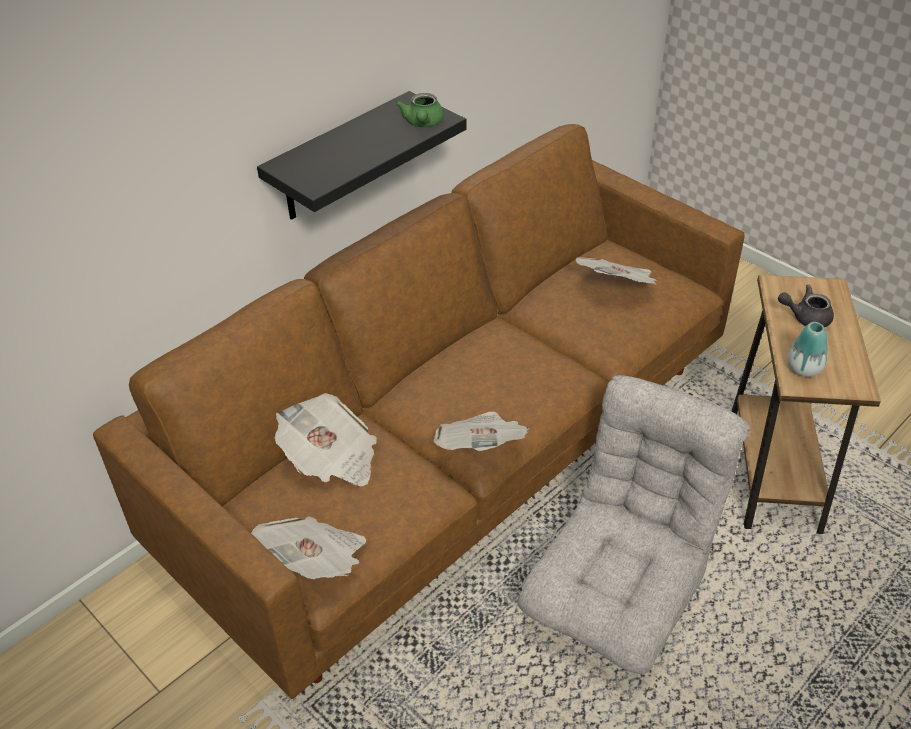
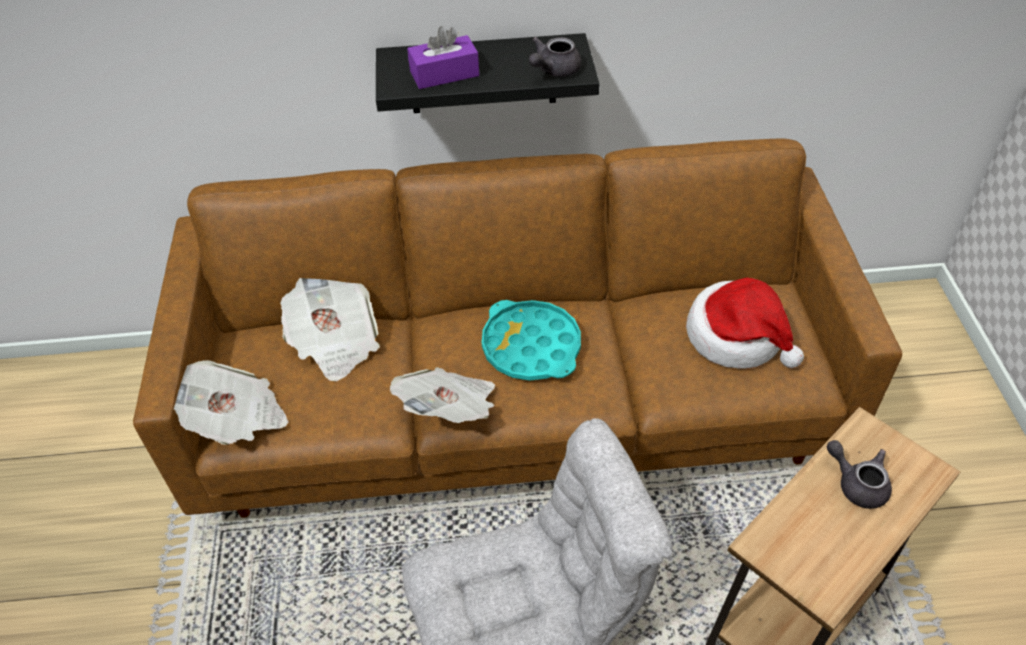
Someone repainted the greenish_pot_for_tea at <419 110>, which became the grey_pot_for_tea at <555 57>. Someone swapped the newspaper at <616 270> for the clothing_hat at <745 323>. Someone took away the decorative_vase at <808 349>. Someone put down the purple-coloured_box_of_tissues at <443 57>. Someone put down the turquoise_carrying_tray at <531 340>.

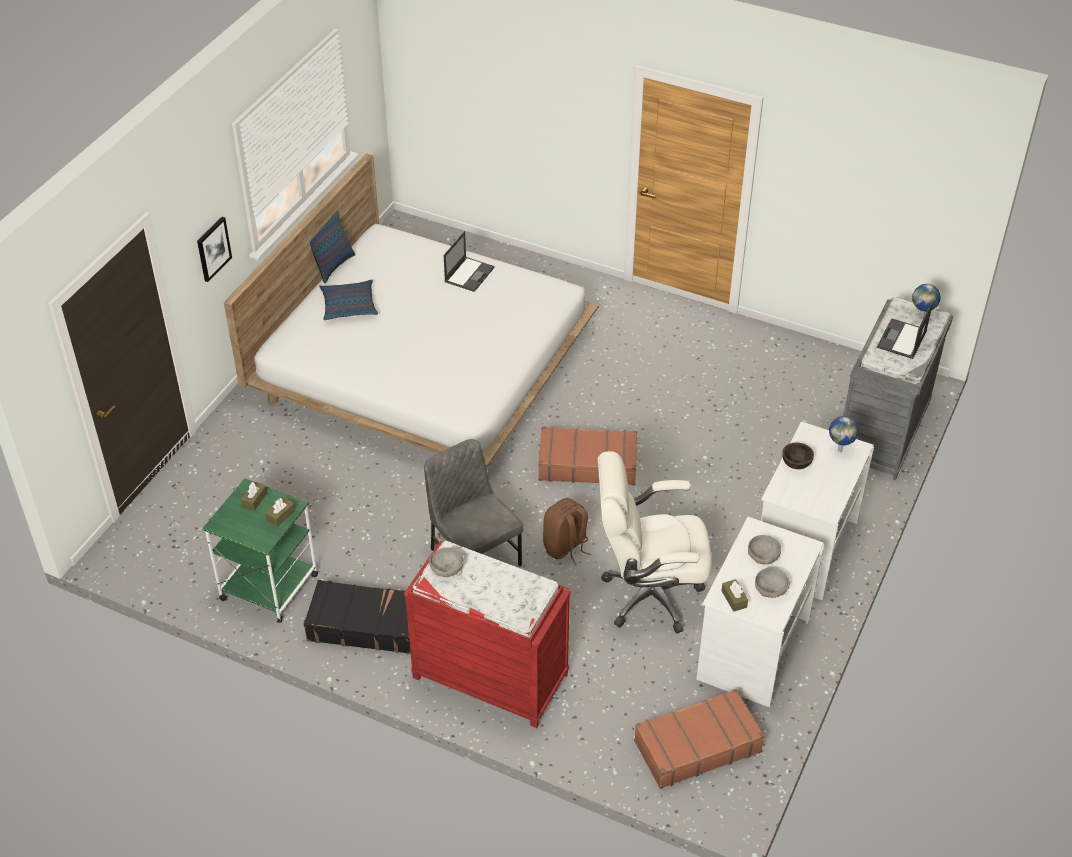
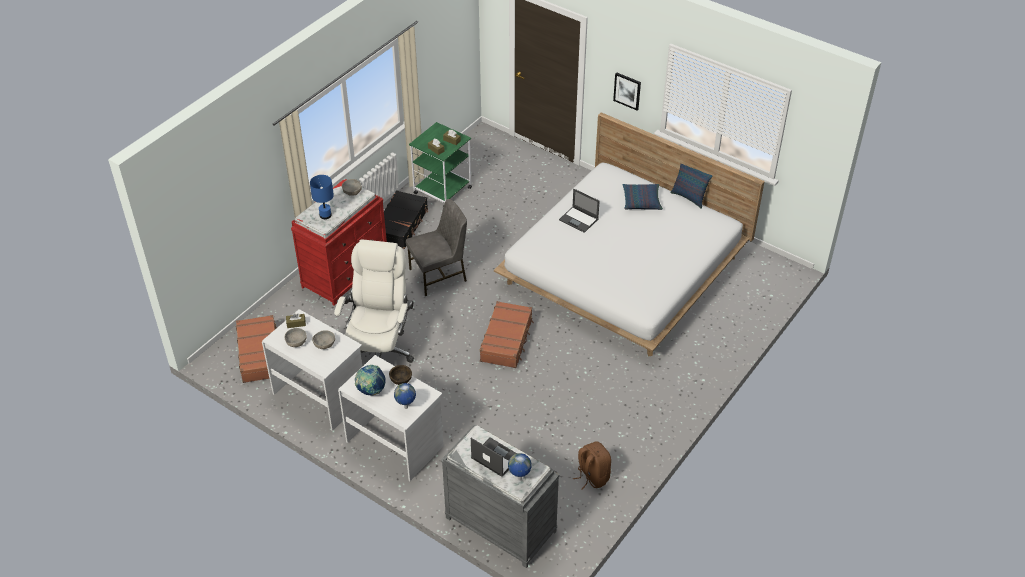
Someone carried the laptop from <469 261> to <579 211>. Someone carried the brown-coloured_rucksack from <567 532> to <592 465>. Someone put down the blue-coloured_tabletop_lamp at <322 197>. Someone put down the desk_globe at <370 380>.

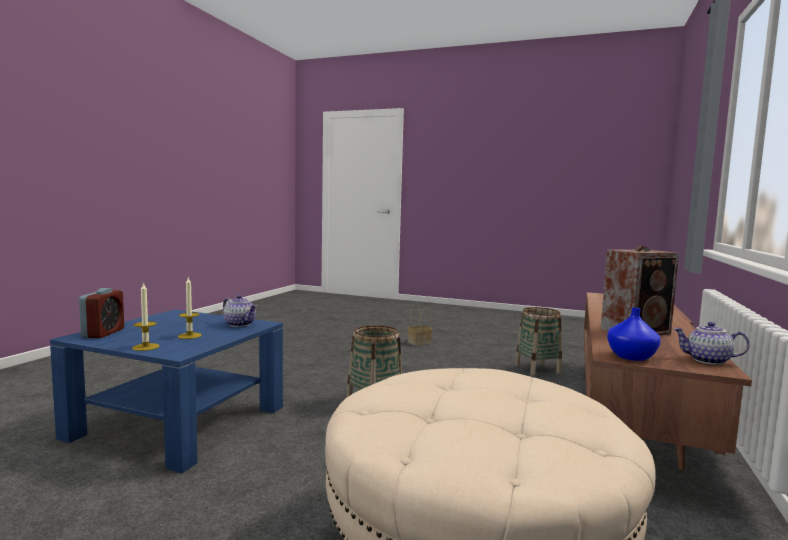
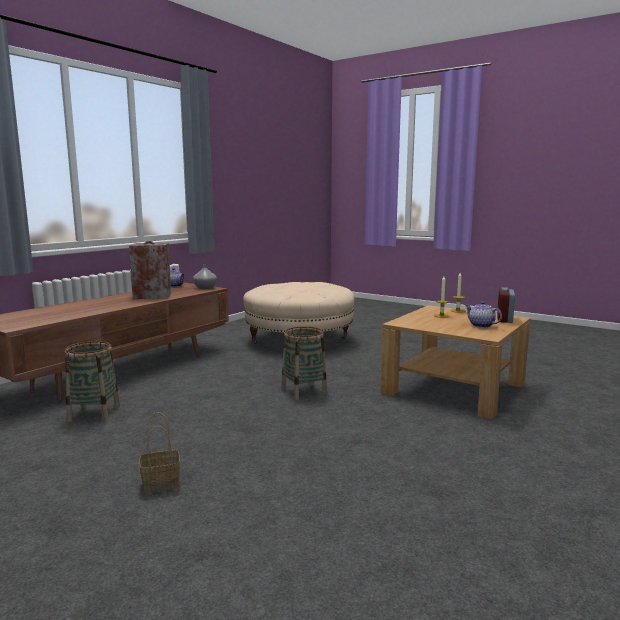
Someone carried the pot_for_tea from <240 311> to <483 314>. Someone repainted the blue-coloured_decorative_vase at <634 334>, which became the grey_decorative_vase at <205 276>. Someone repainted the blue-coloured_low_table at <166 391>, which became the brown-coloured_low_table at <455 362>.

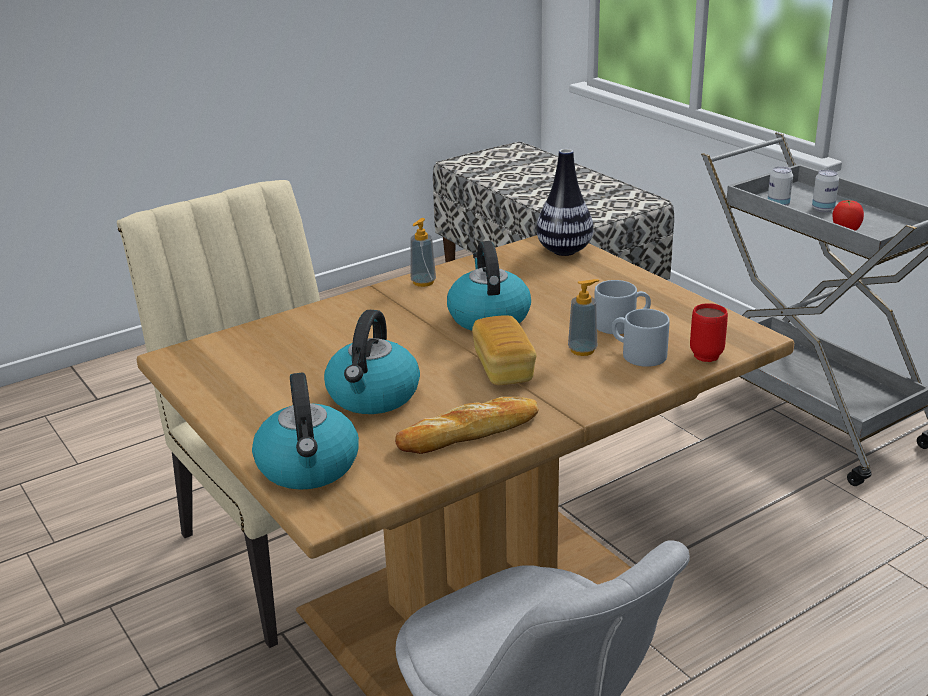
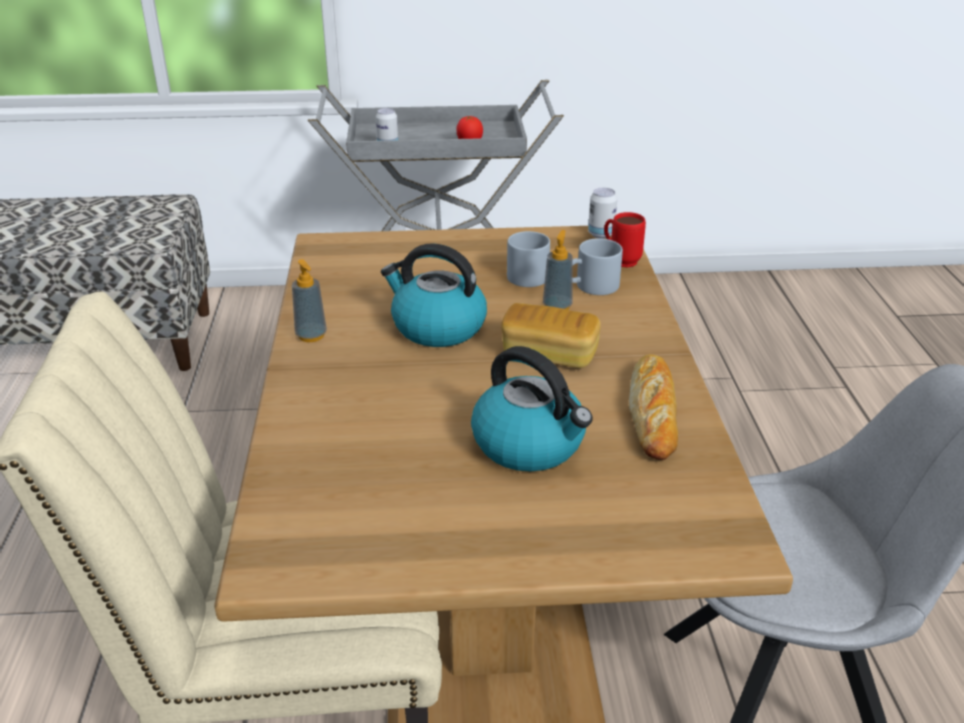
Someone took away the decorative_vase at <564 202>. Someone carried the metal_can from <825 191> to <602 213>. Someone took away the water_kettle at <305 431>.

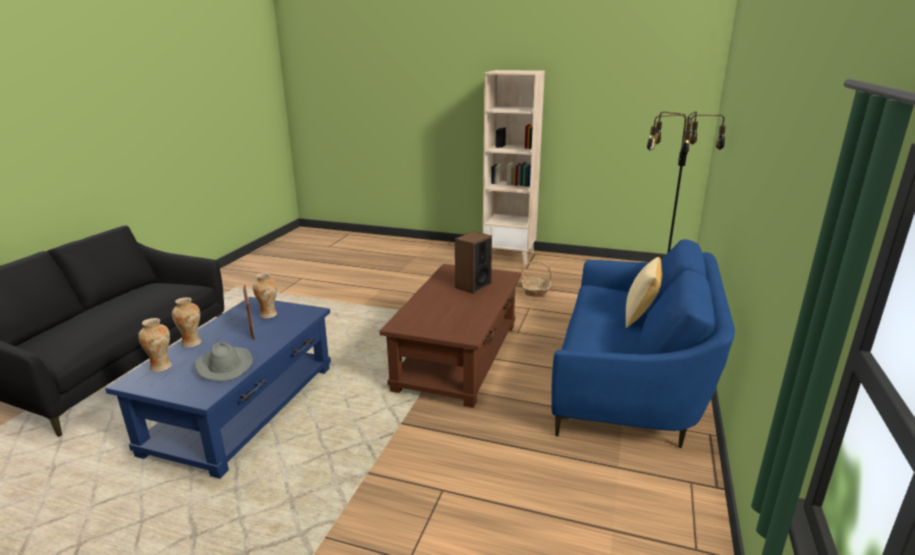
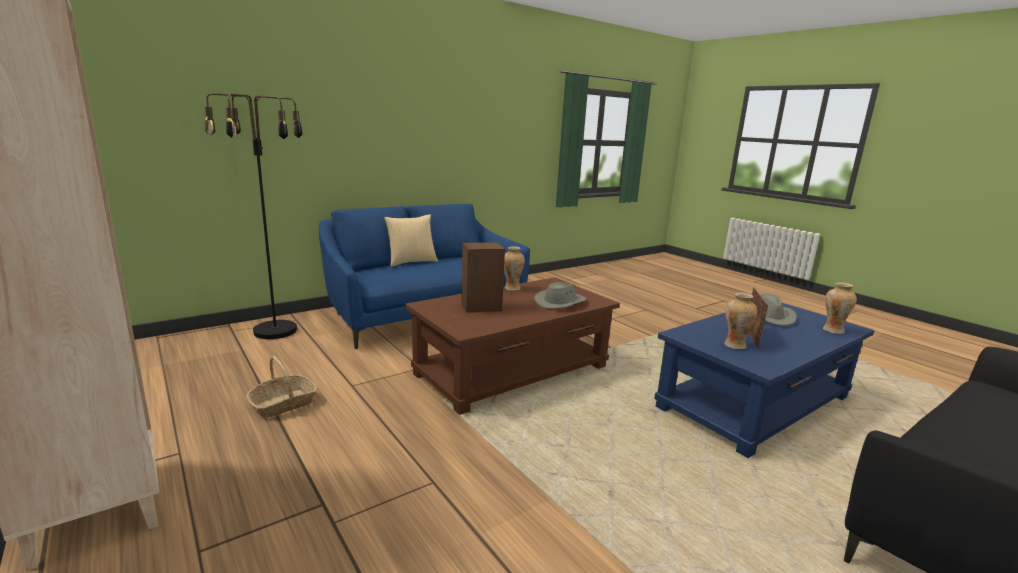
Someone carried the decorative_vase from <186 322> to <514 268>. Someone put down the grey_clothing_hat at <560 295>.

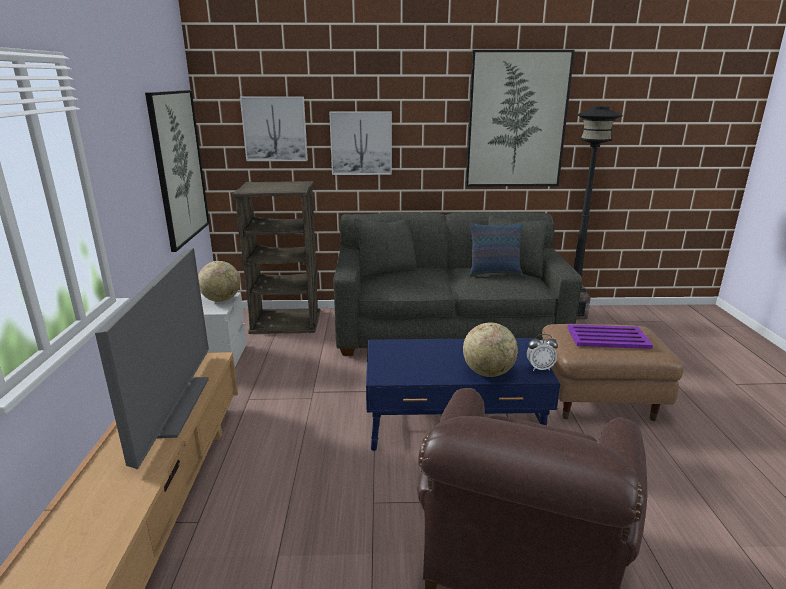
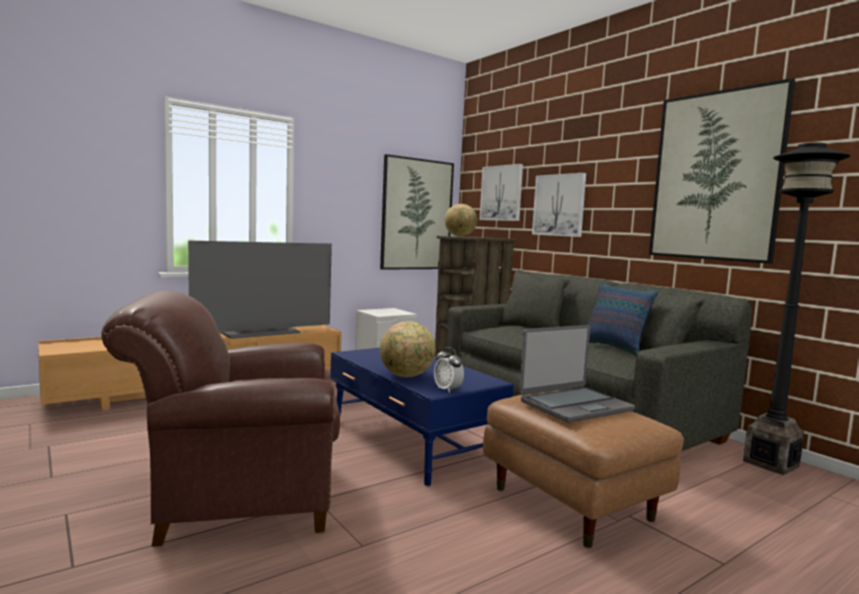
Someone carried the desk_globe from <219 281> to <461 220>. Someone swapped the purple-coloured_carrying_tray at <610 336> for the laptop at <577 374>.

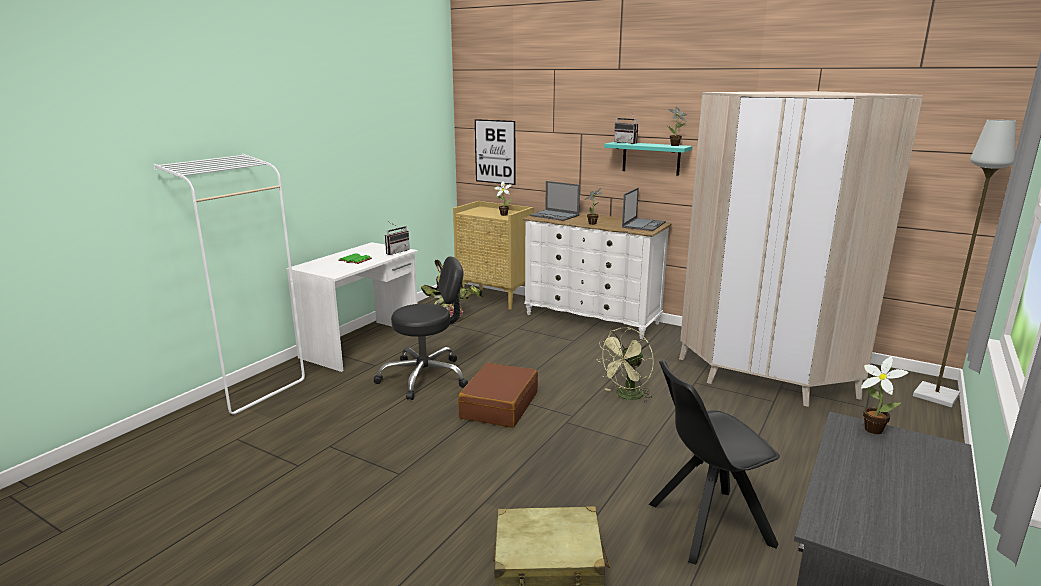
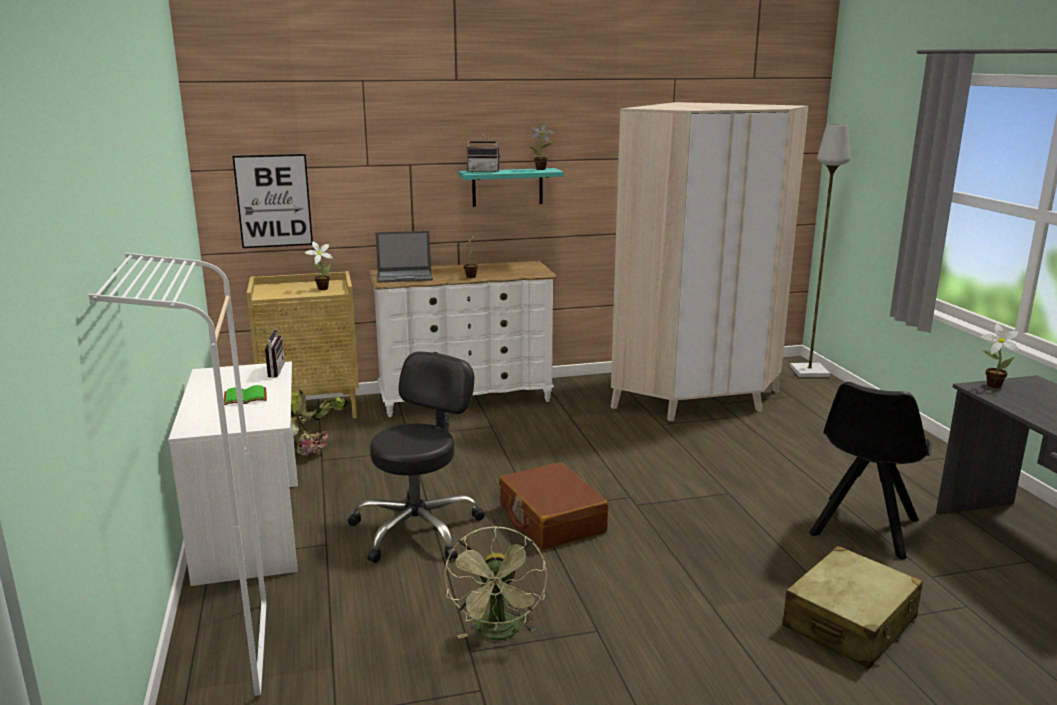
Someone took away the laptop at <644 209>. Someone carried the greenish_fan from <625 365> to <495 583>.

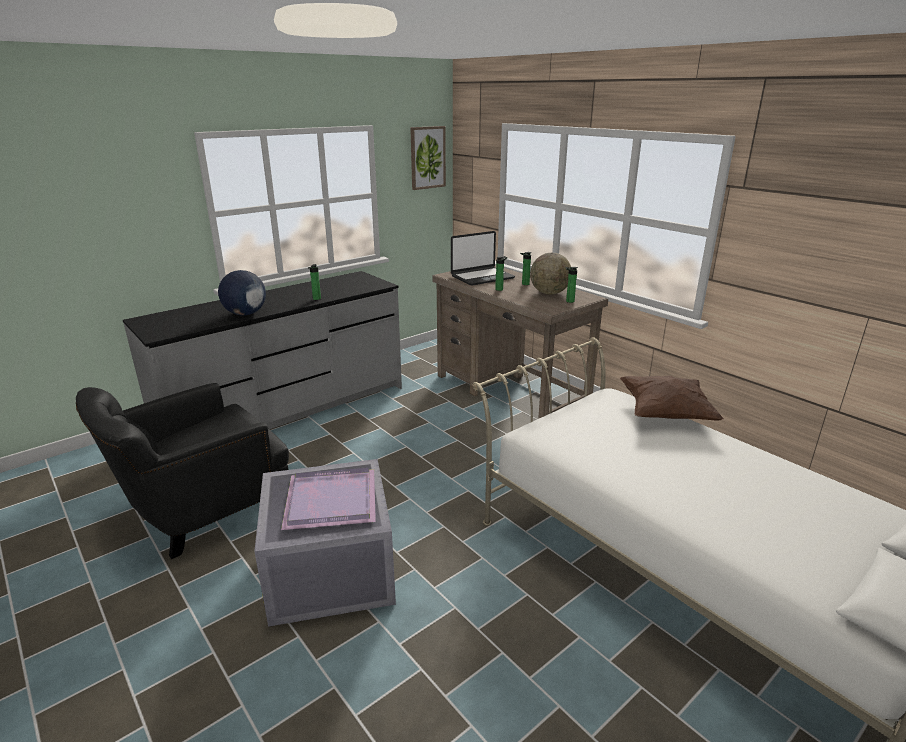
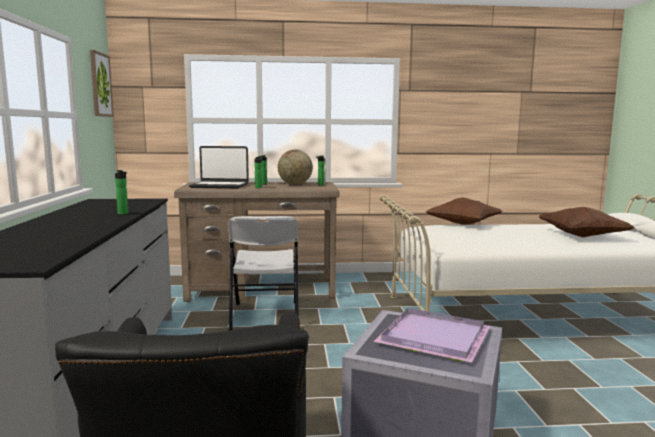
Someone rotated the laptop at <483 258> by 90 degrees clockwise. Someone took away the desk_globe at <242 293>. Someone put down the brown-coloured_cushion at <586 222>. Someone put down the white_chair at <263 273>.

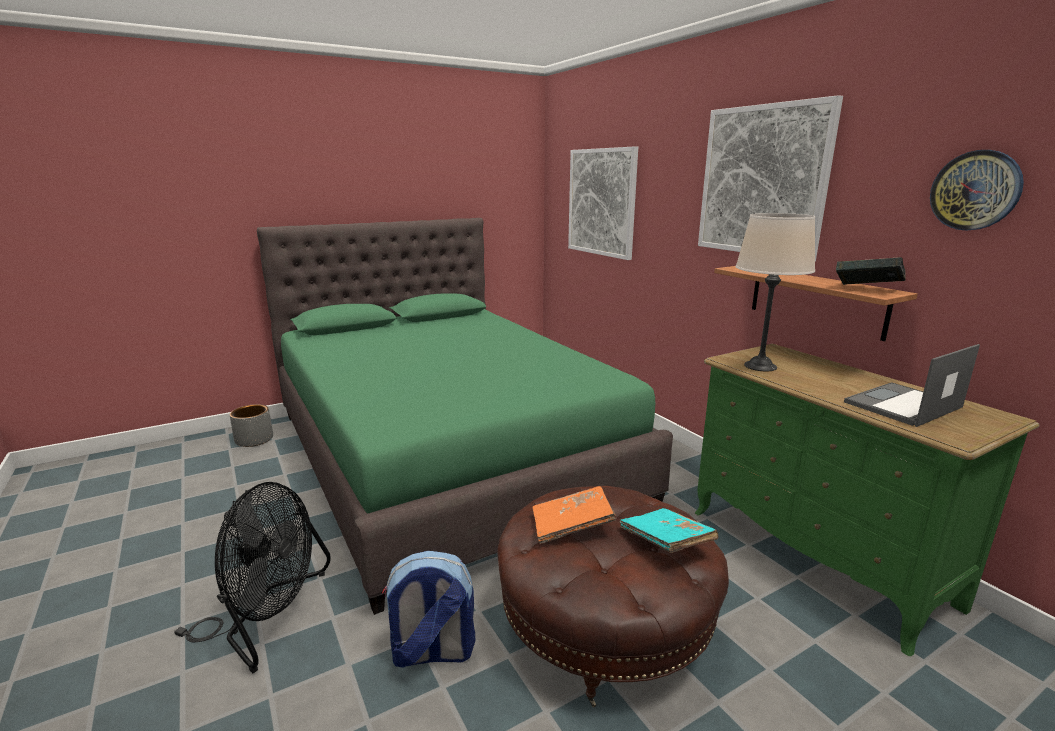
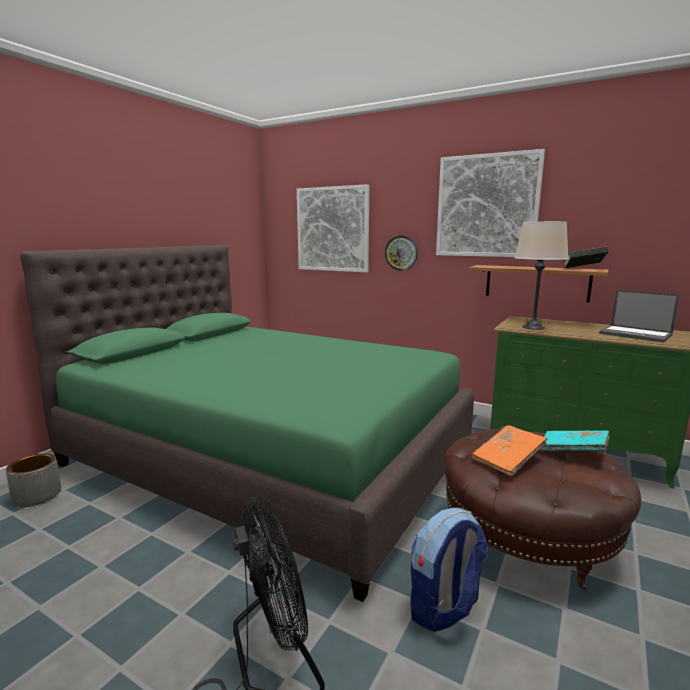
Someone carried the wall_clock from <977 190> to <401 253>. Someone rotated the laptop at <912 385> by 75 degrees counterclockwise.

